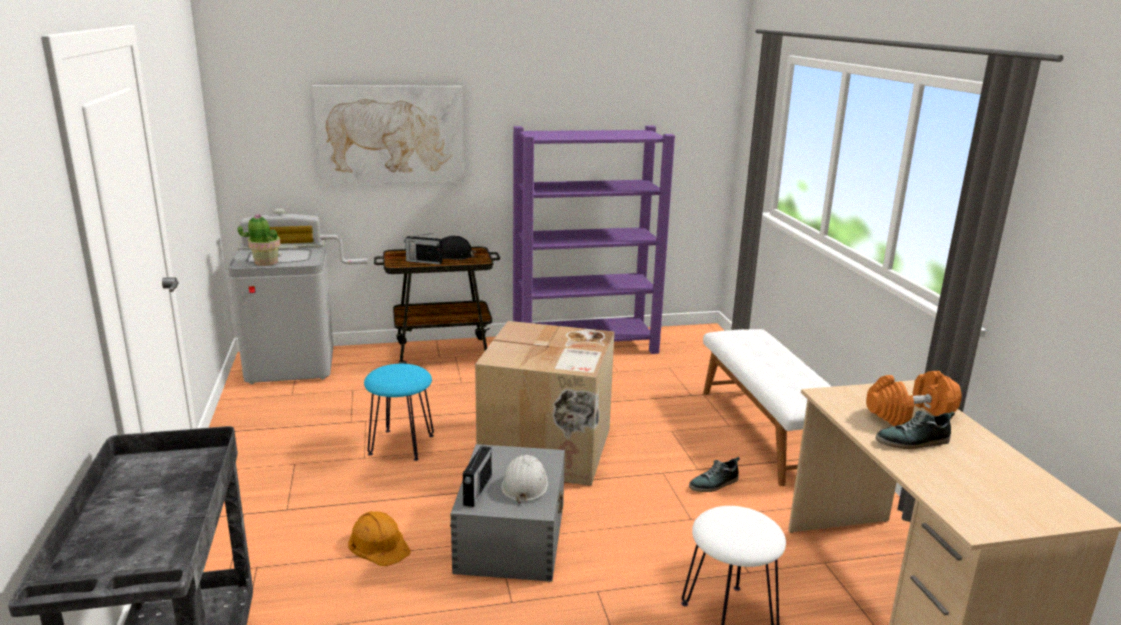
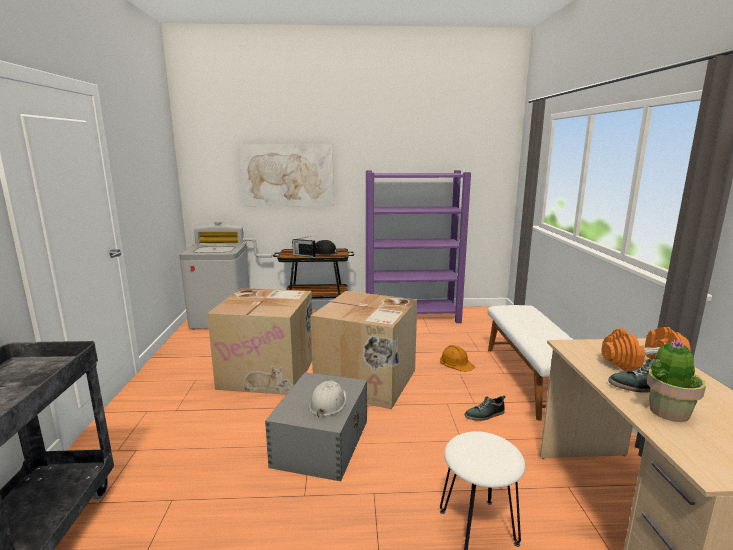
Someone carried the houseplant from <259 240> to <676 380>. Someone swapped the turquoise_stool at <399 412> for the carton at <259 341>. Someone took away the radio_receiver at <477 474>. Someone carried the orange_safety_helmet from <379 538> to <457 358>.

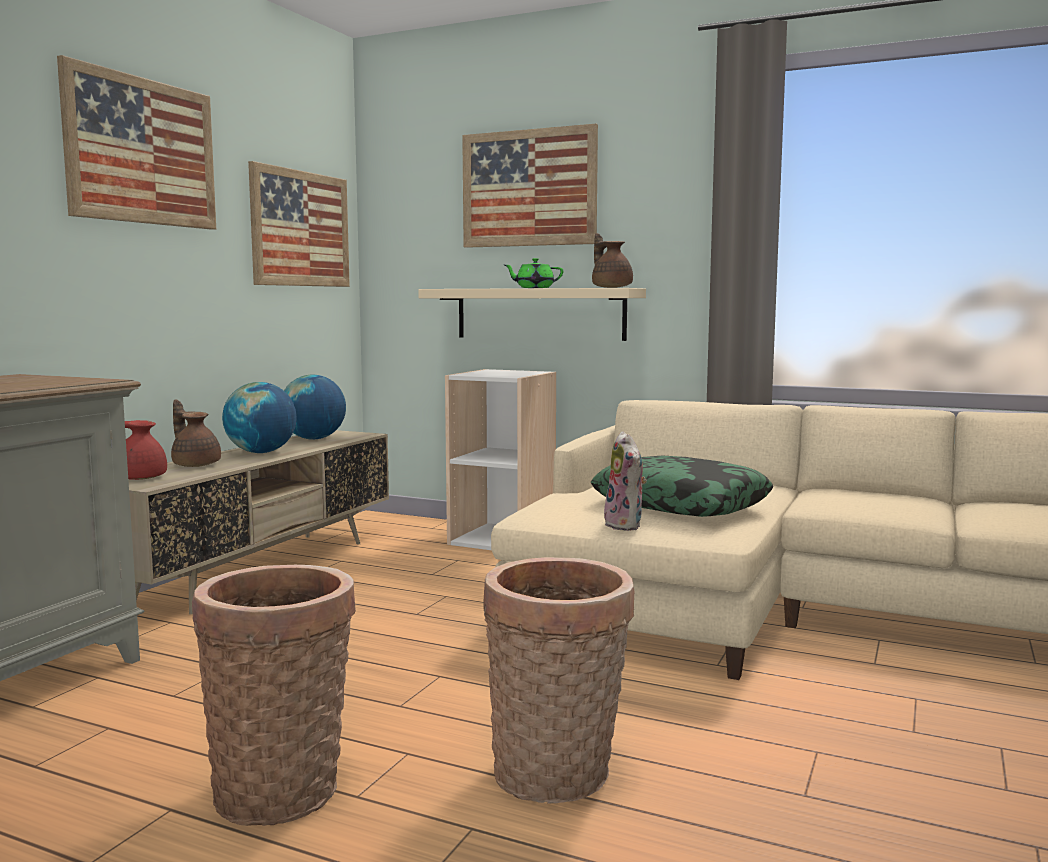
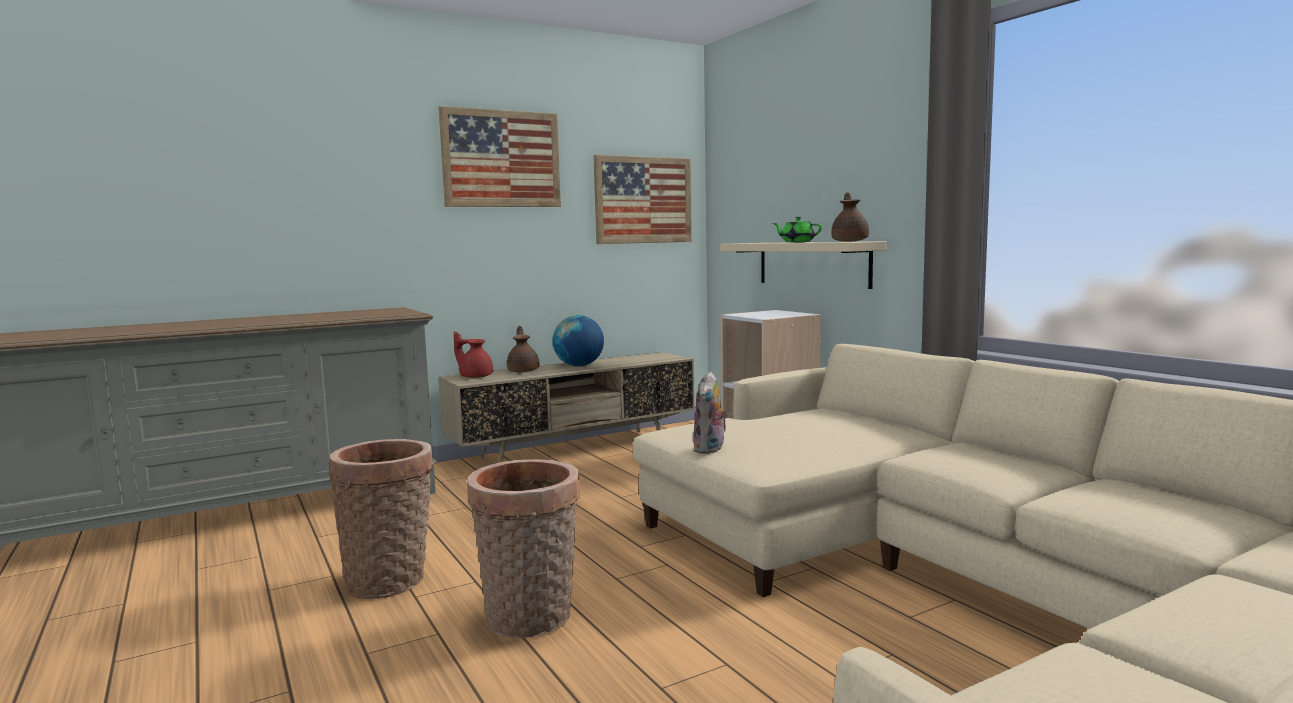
Someone took away the wall_picture at <530 186>. Someone took away the desk_globe at <315 407>. Someone took away the cushion at <682 486>.

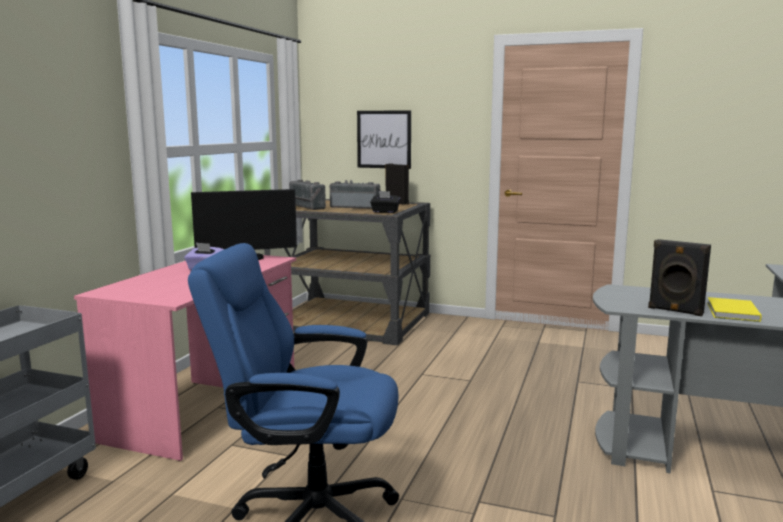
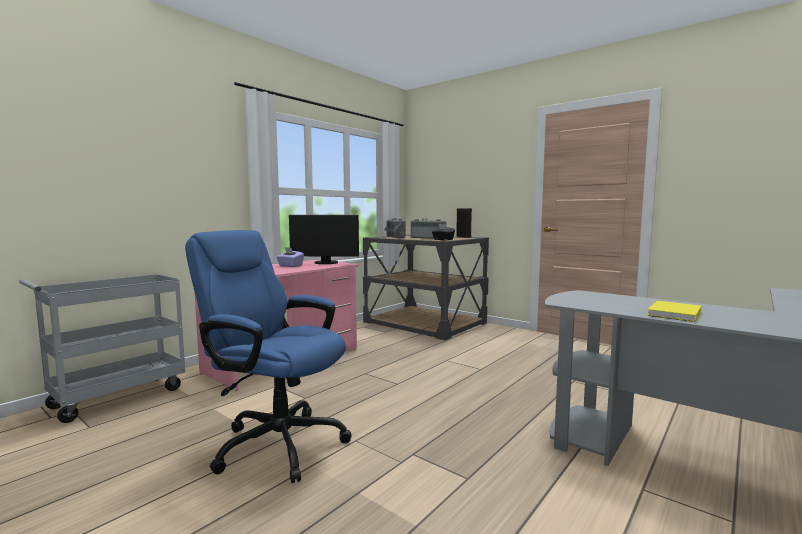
Someone took away the wall_picture at <384 139>. Someone took away the blackish_speaker at <679 277>.

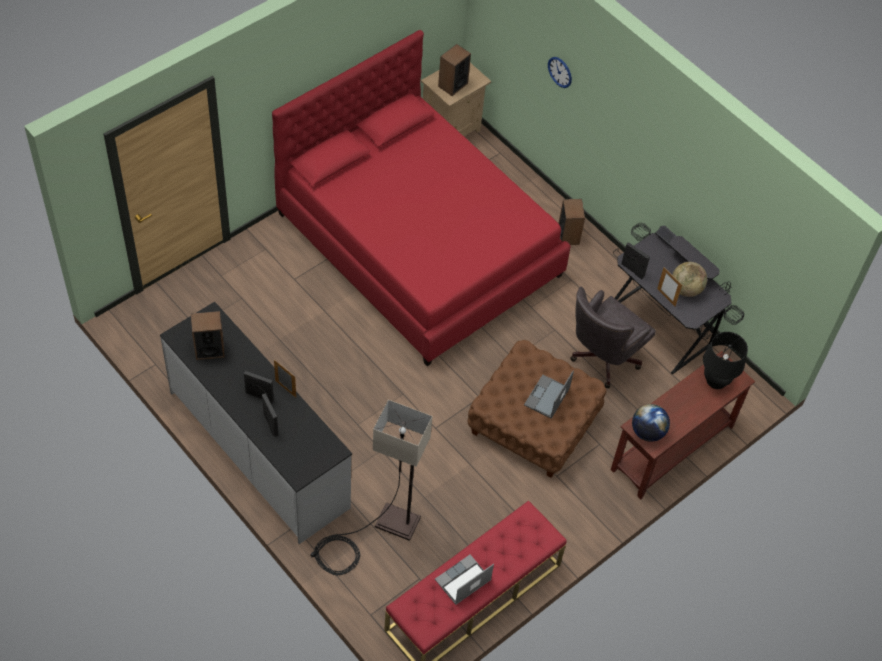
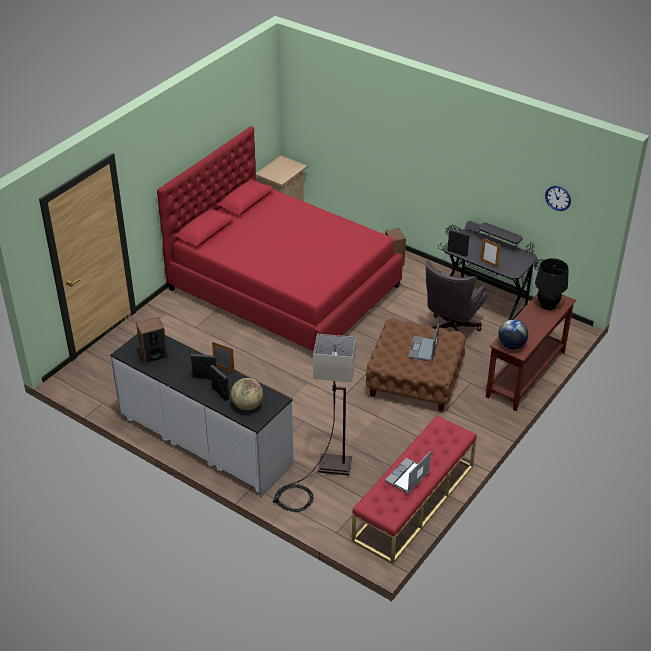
Someone took away the speaker at <454 70>. Someone carried the wall_clock from <560 72> to <558 198>. Someone carried the desk_globe from <689 279> to <247 394>.

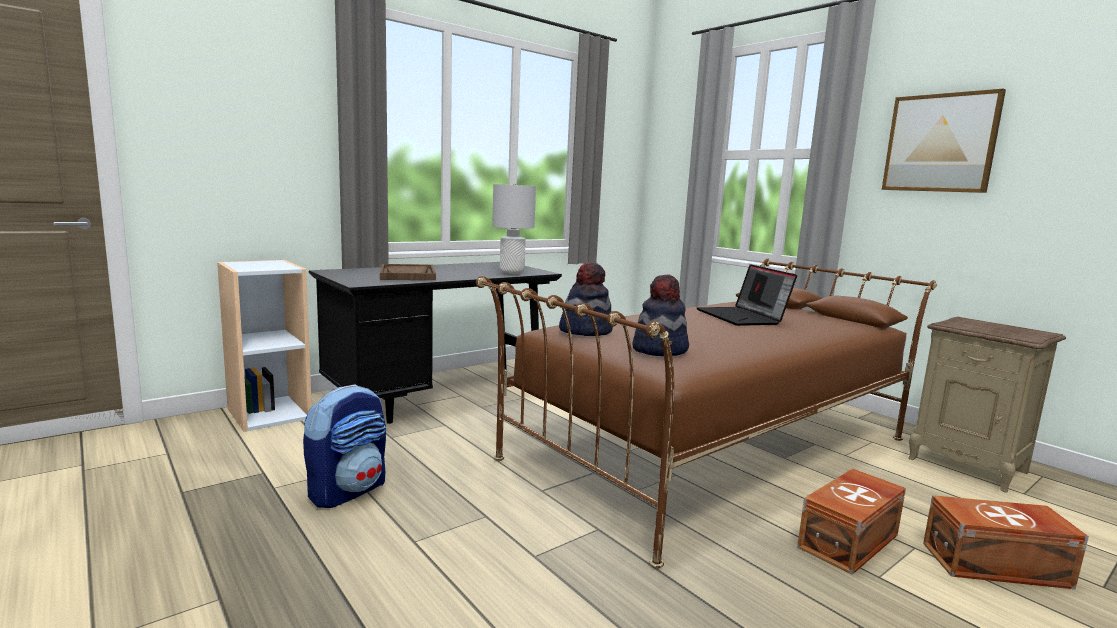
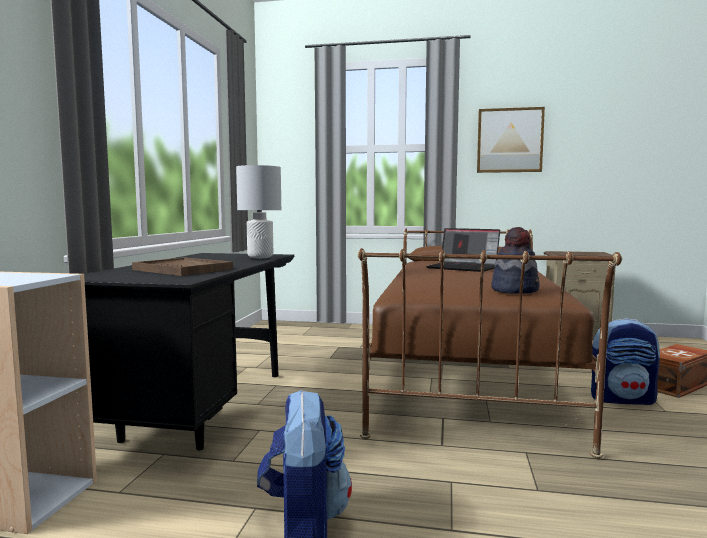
Someone took away the clothing_hat at <586 299>. Someone swapped the brown-coloured_storage_container at <851 522> for the rucksack at <625 361>.

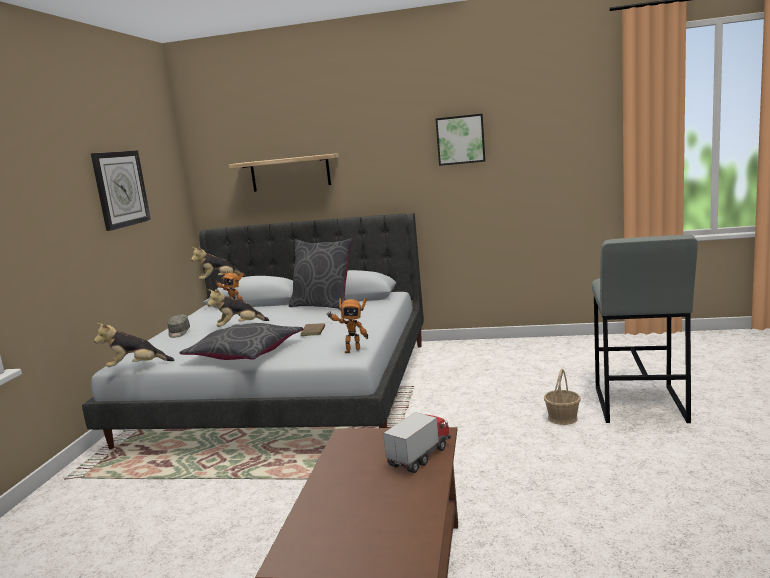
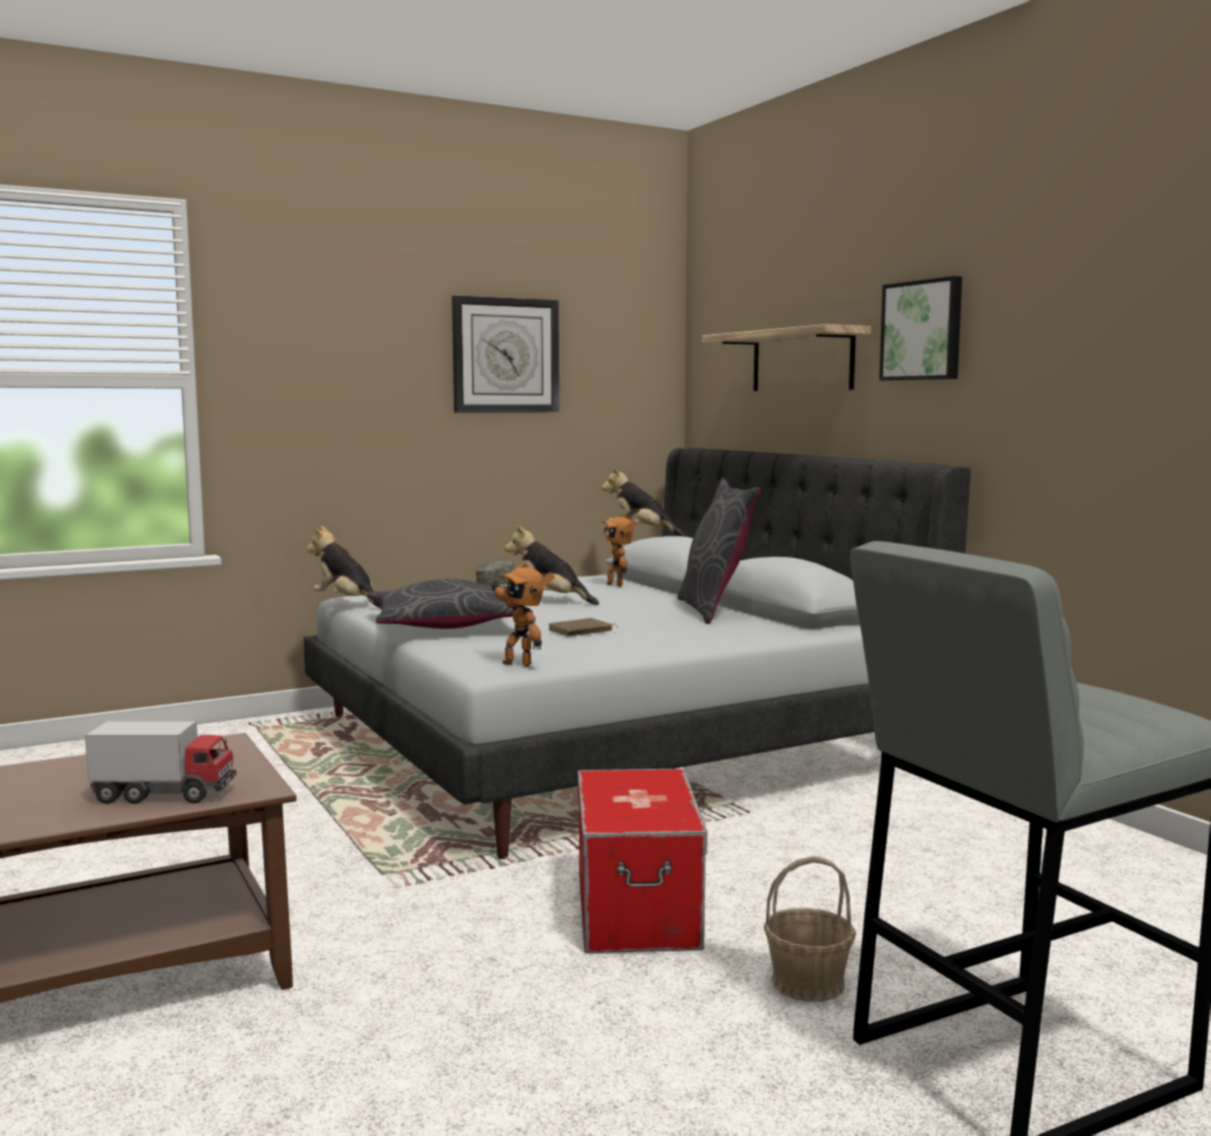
Someone carried the wall_picture from <460 140> to <920 328>. Someone put down the storage_container at <642 861>.

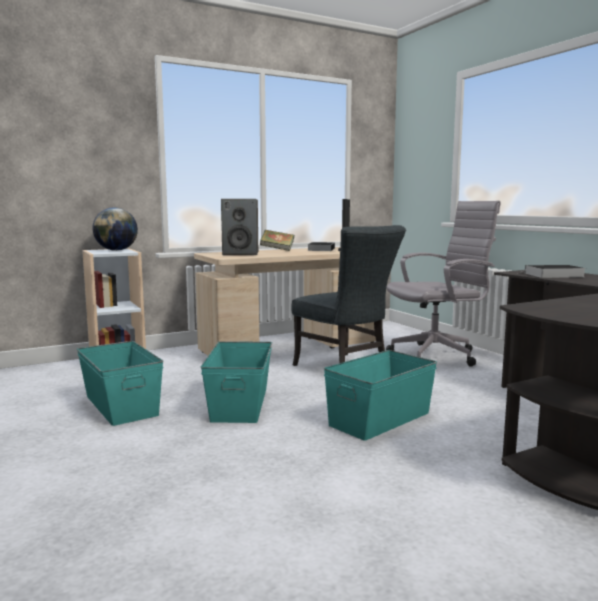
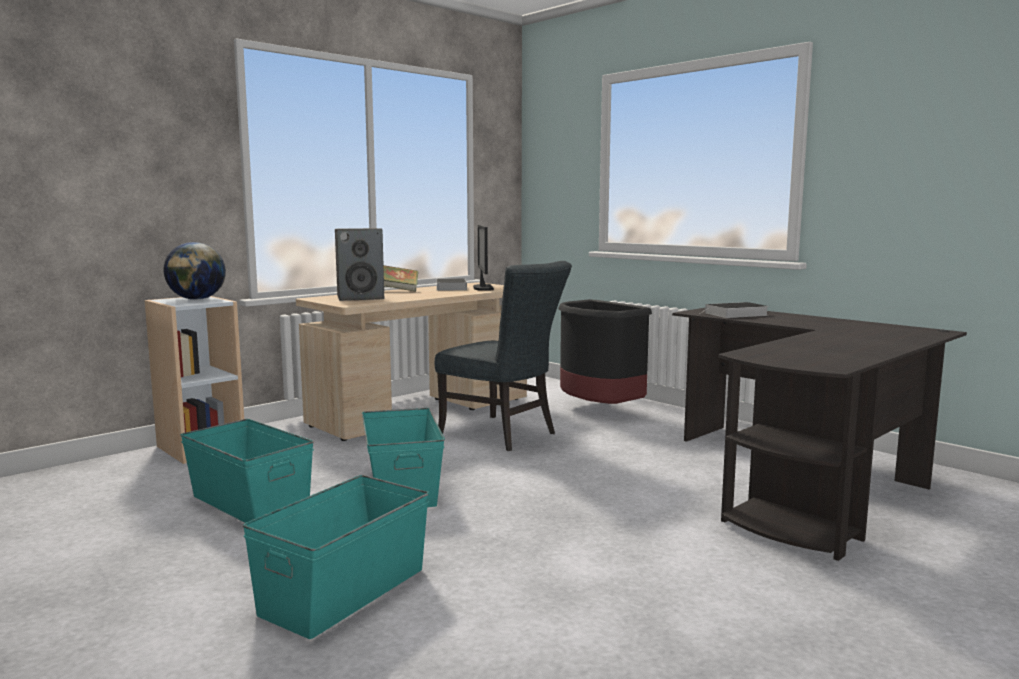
Someone swapped the grey_desk_chair at <443 284> for the blackish_rubbish_bin at <605 351>. Someone carried the turquoise_storage_container from <380 395> to <336 557>.

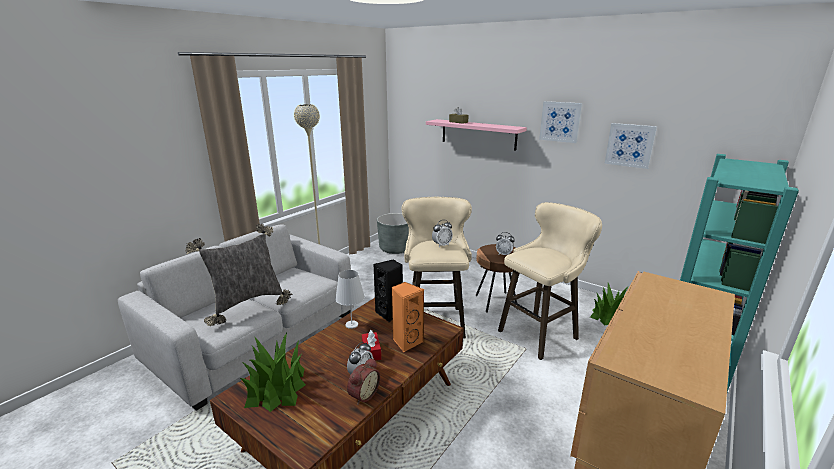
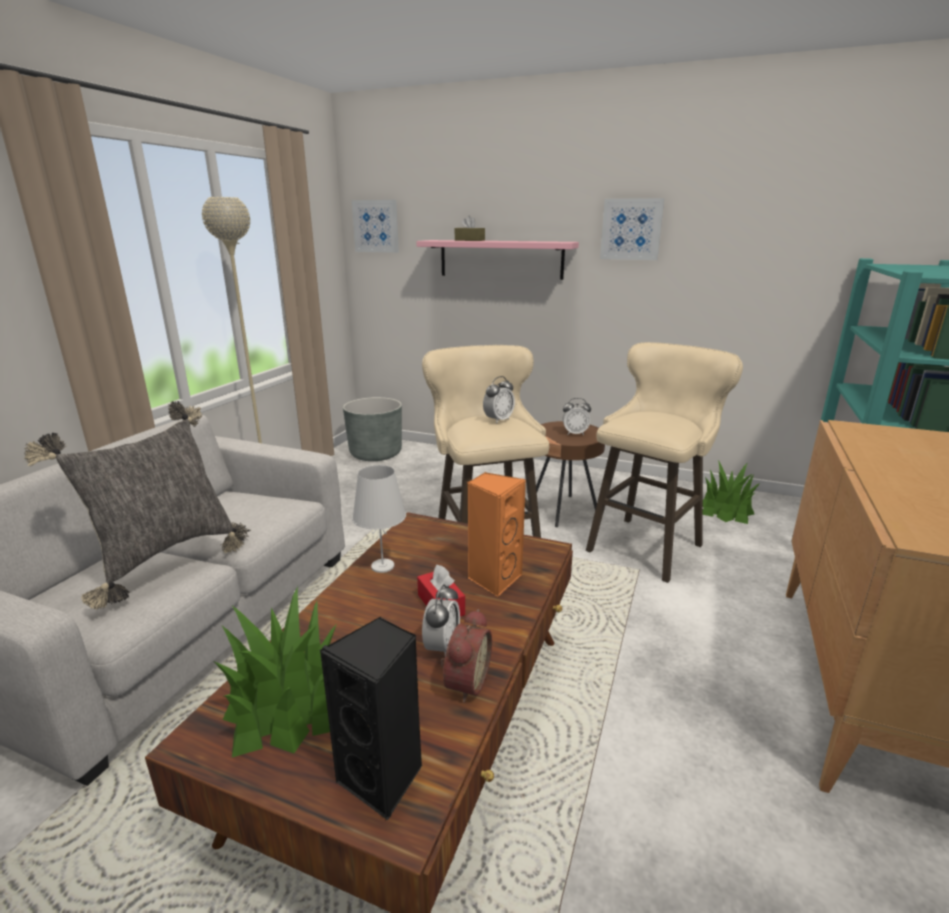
Someone carried the wall_picture from <631 146> to <375 226>. Someone carried the blackish_speaker from <388 290> to <370 718>.

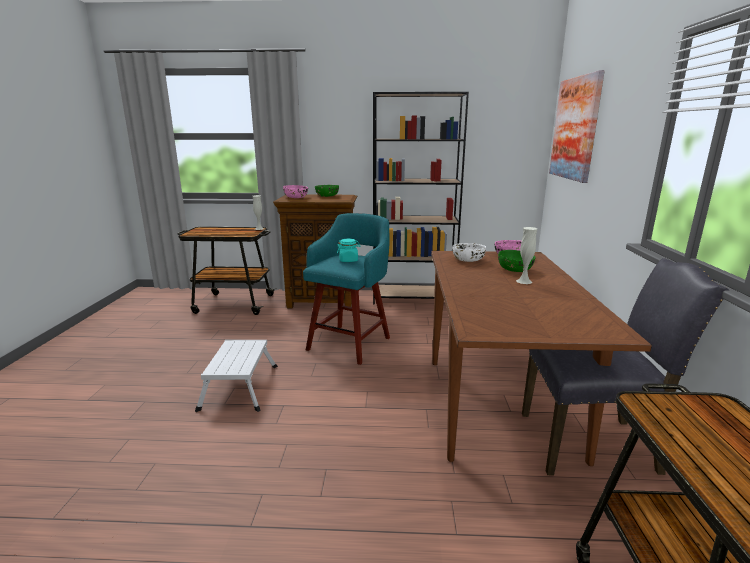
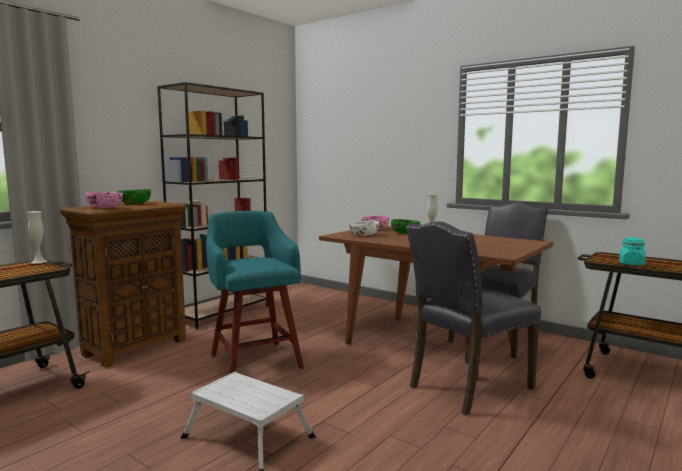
Someone took away the wall_picture at <577 126>. Someone carried the turquoise_jar from <348 250> to <632 251>. Someone put down the grey_chair at <473 318>.

